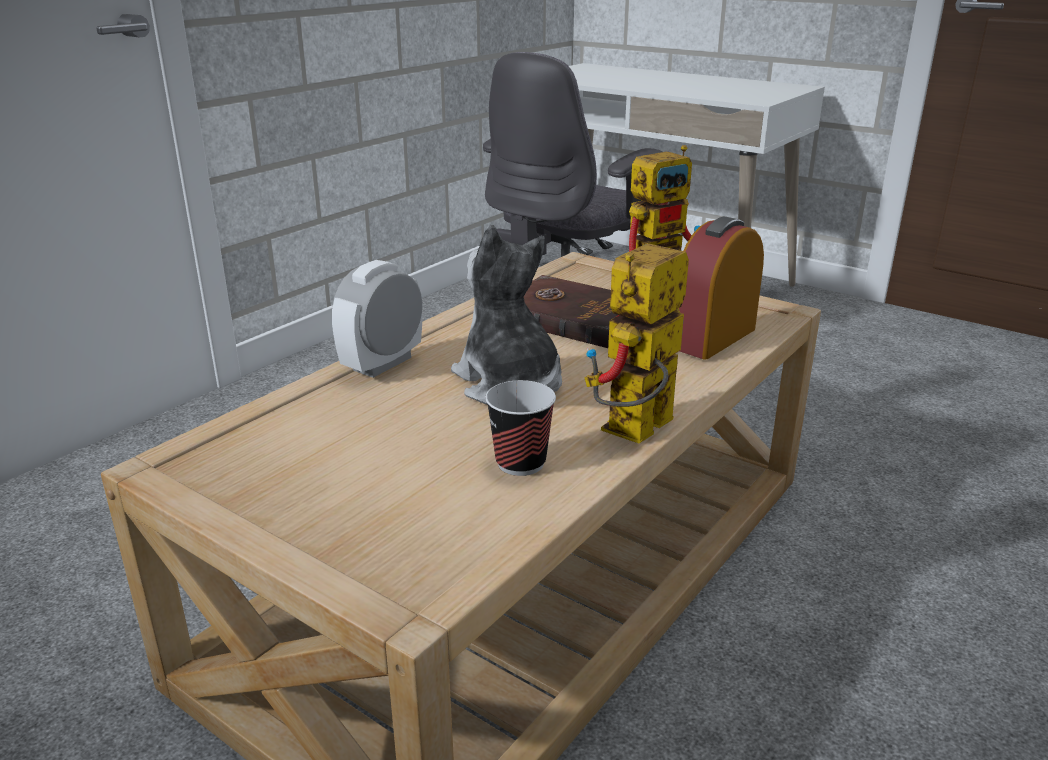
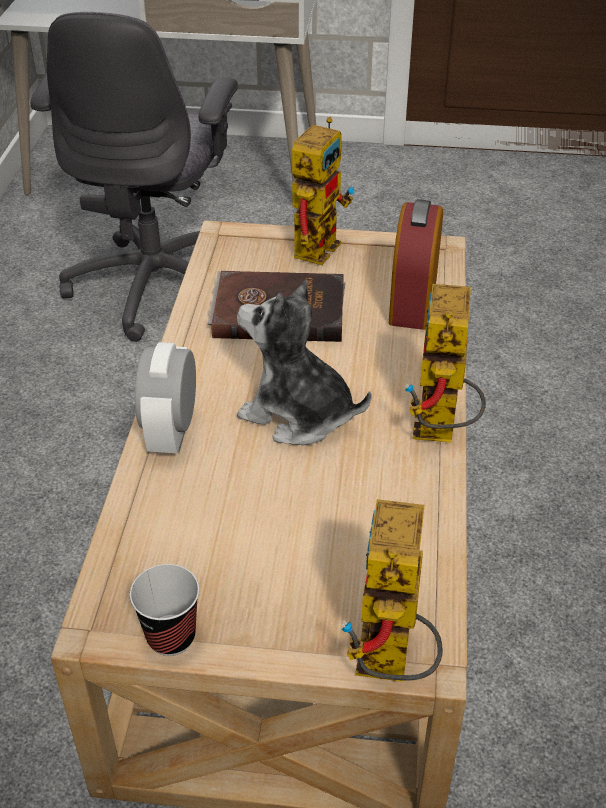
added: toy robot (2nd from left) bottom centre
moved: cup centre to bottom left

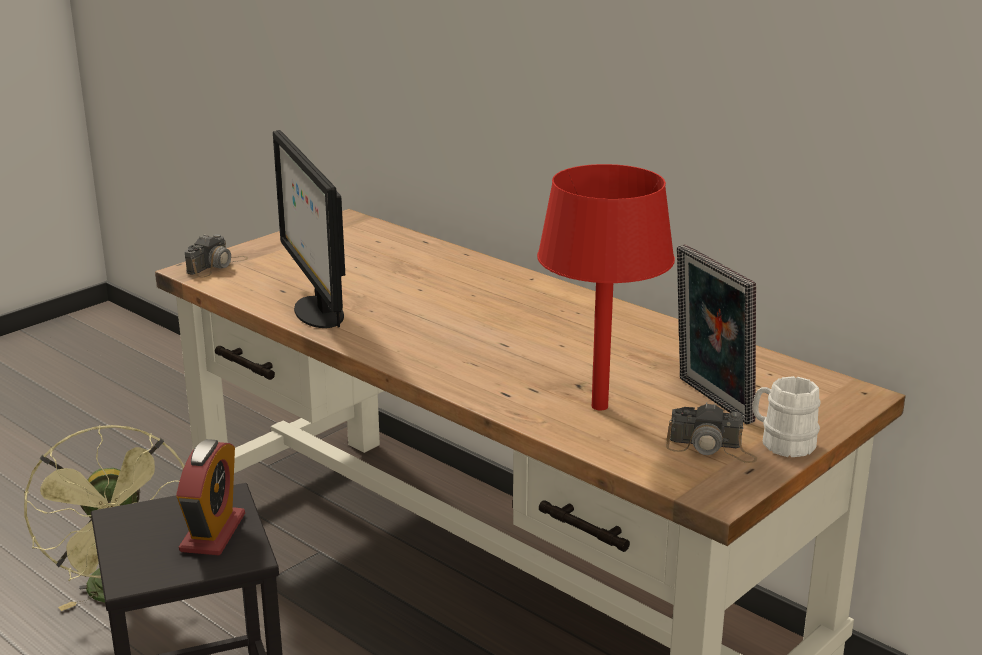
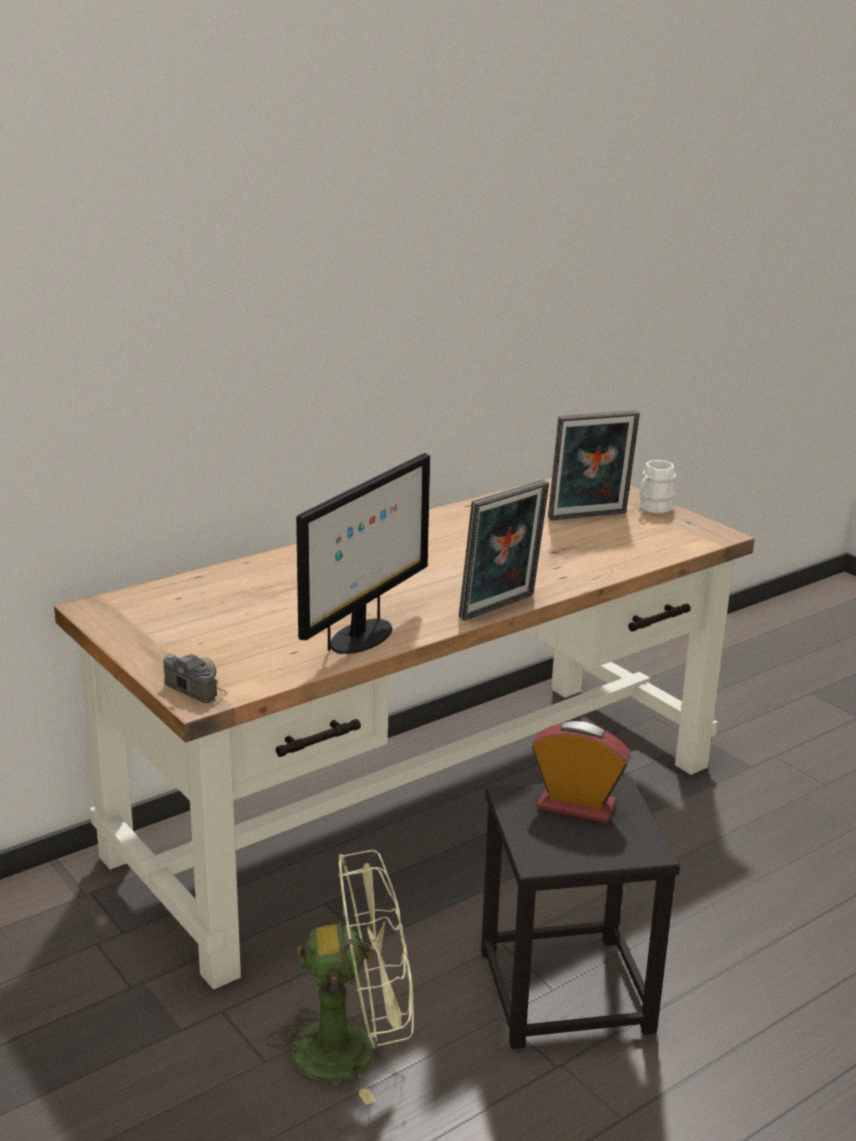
removed: table lamp/red centre; photo camera (2nd from left) middle right
added: picture frame (1st from left) centre
turned: monitor middle left = centre 45 degrees counterclockwise

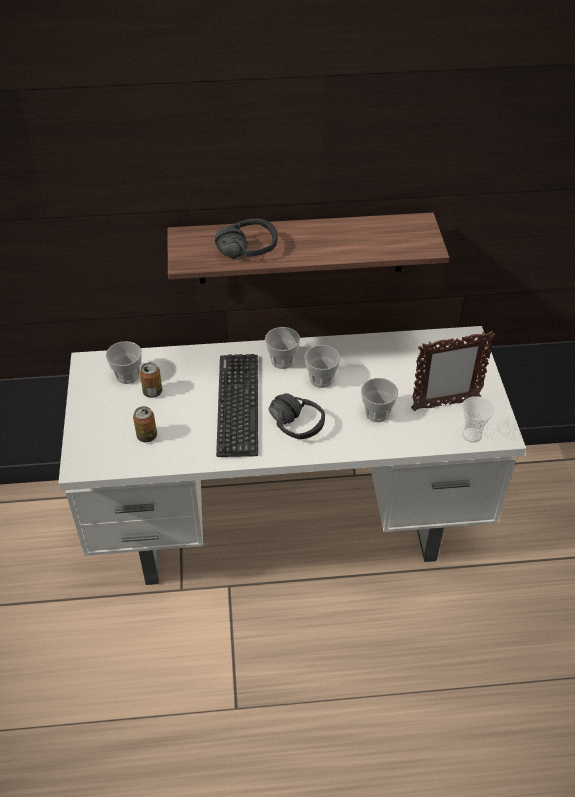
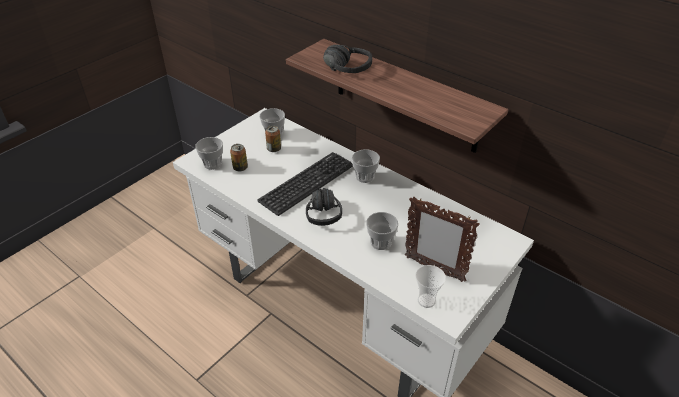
moved: cup (3rd from left in the first image) centre to cup (1st from left) middle left

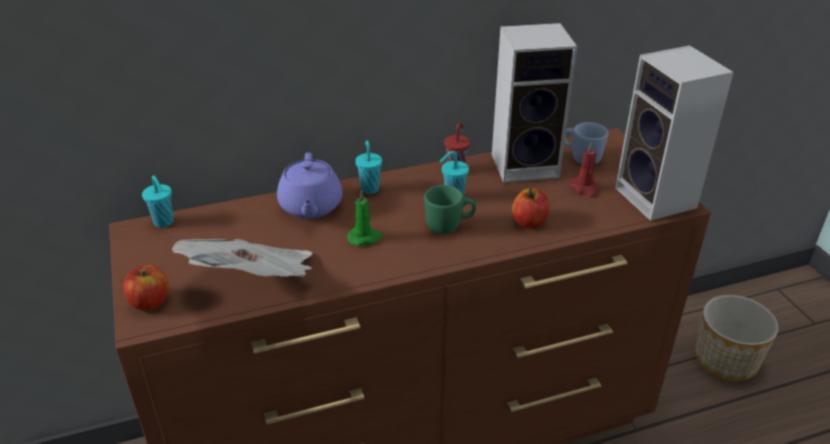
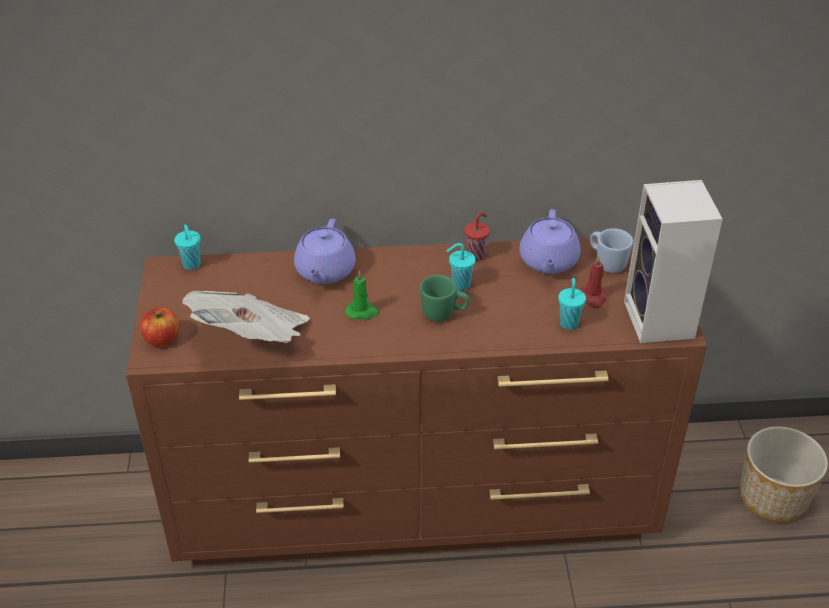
removed: apple (2nd from left) centre
moved: cup/turquoise (2nd from left in the first image) centre to cup/turquoise (3rd from left) middle right
replaced: speaker (1st from left) top centre to teapot/purple (2nd from left) centre

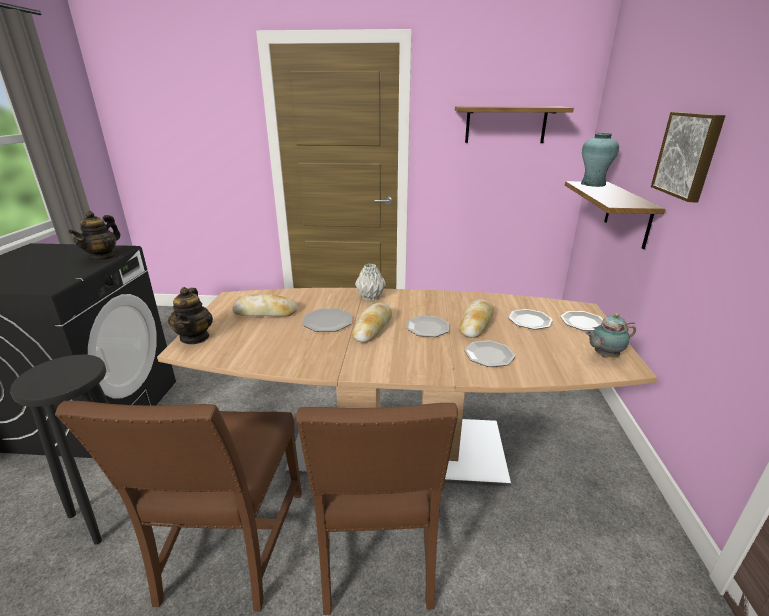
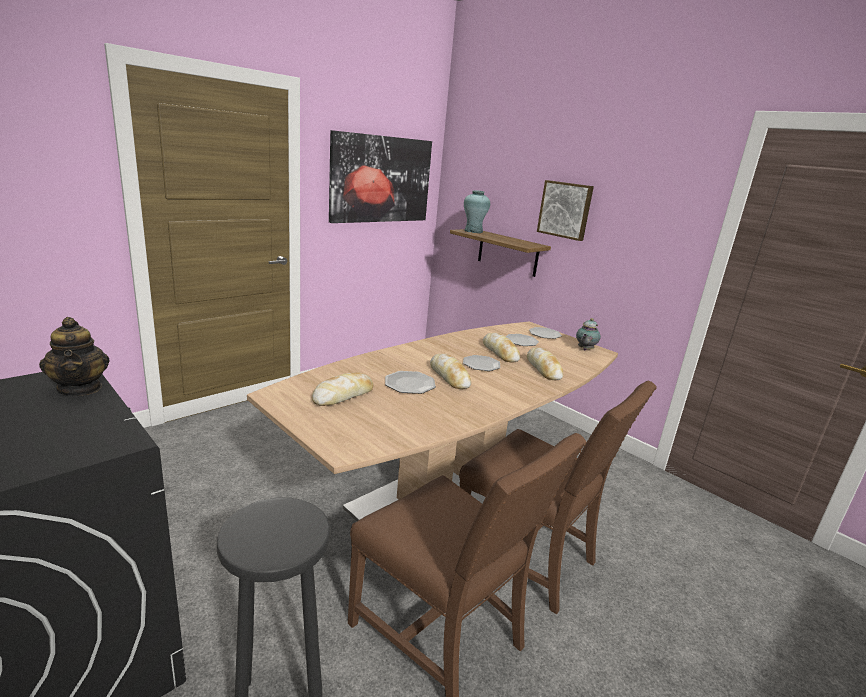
removed: teapot (2nd from left) middle left; vase/grey centre
replaced: shelf (1st from left) top right to picture (1st from left) top centre; plate (3rd from left) centre to bread (4th from left) centre

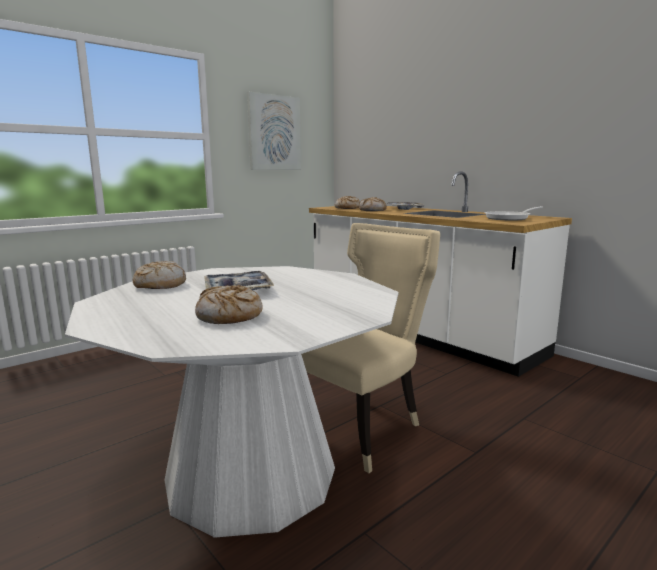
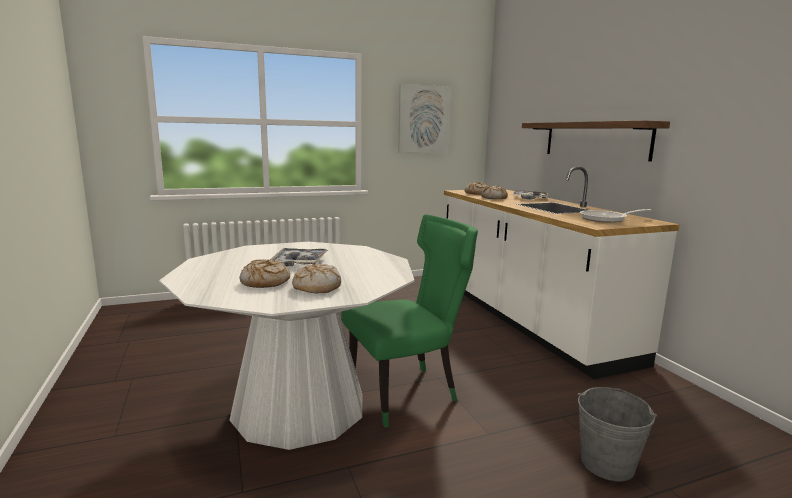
added: shelf top right; bucket/grey bottom right
moved: bread (1st from left in the first image) middle left to bread (2nd from left) centre
recoloured: chair/beige centre to chair/green centre

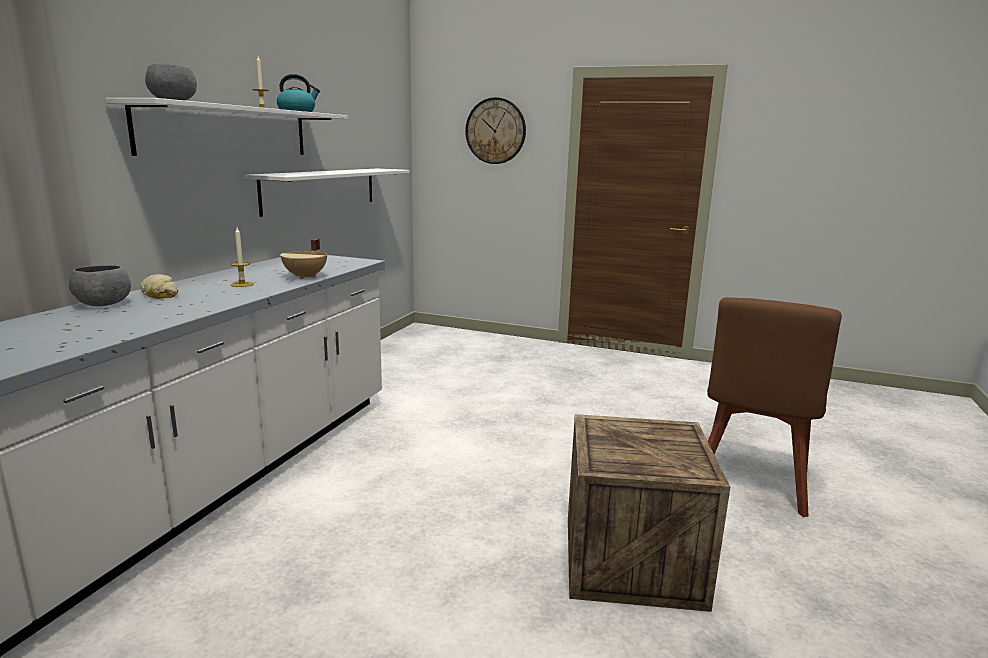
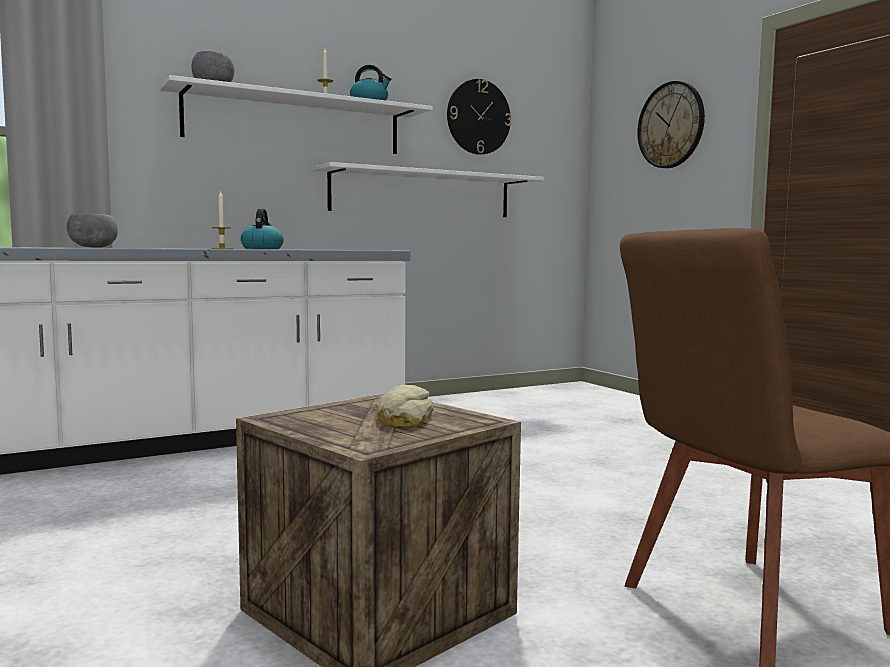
removed: cooking pot/beige middle left
added: kettle (1st from left) middle left; wall clock (1st from left) top centre
moved: bread middle left to centre

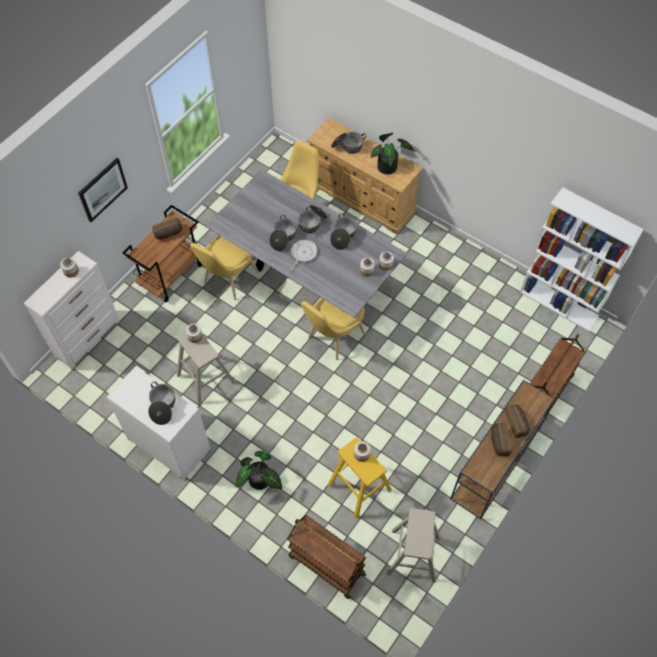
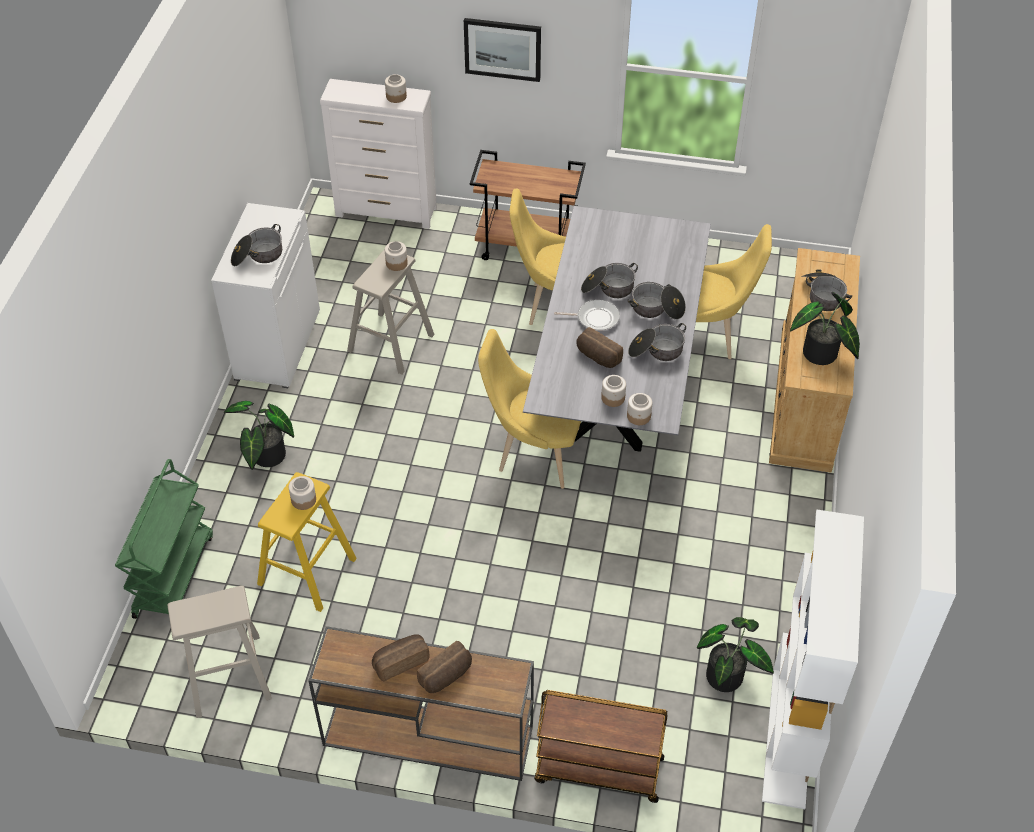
added: potted plant (2nd from left) bottom right
moved: bread (1st from left in the first image) middle left to bread (3rd from left) centre
recoloured: cart/brown (2nd from left) bottom centre to cart/green middle left

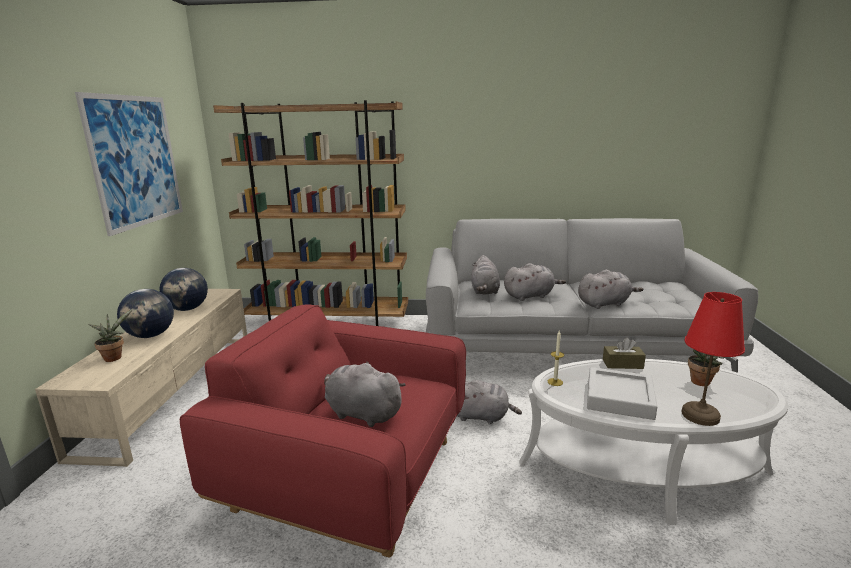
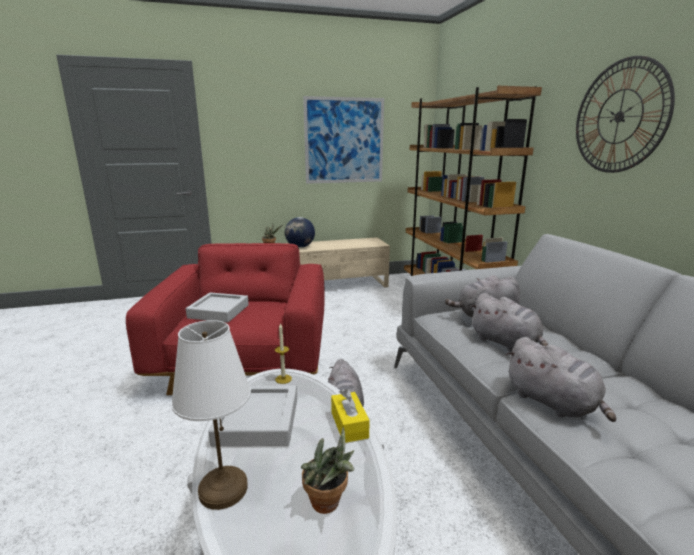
removed: globe (2nd from left) middle left
added: wall clock top right
replaced: plush toy/grey (1st from left) bottom centre to tray/grey (1st from left) middle left
recoloured: tissue box/brown middle right to tissue box/yellow bottom centre; table lamp/red middle right to table lamp/white bottom left

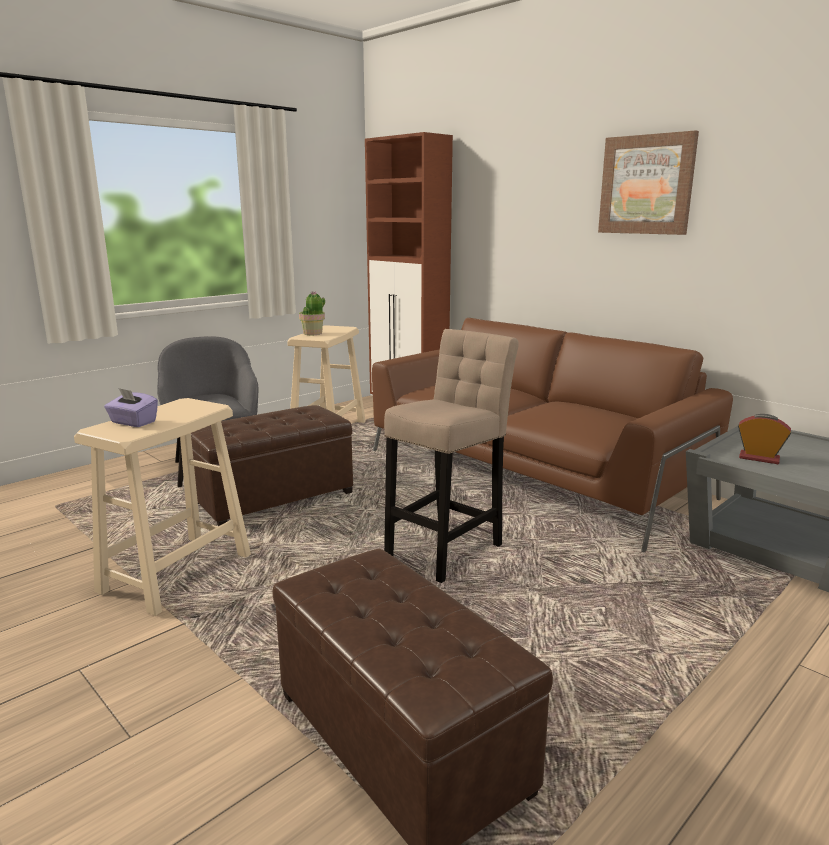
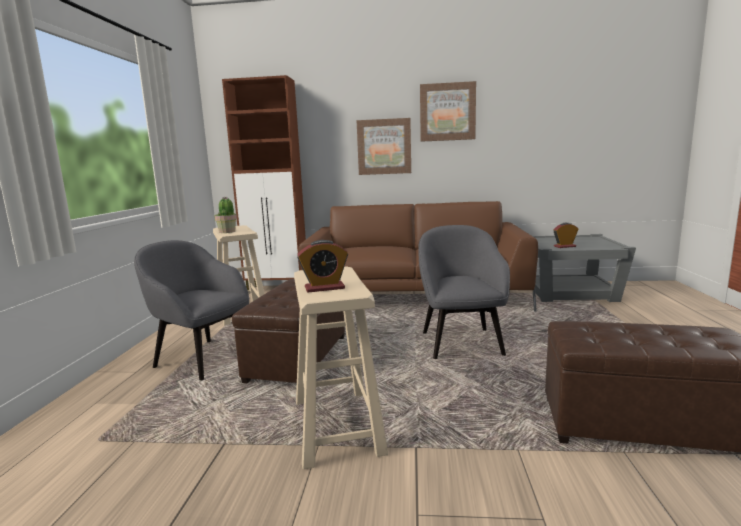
added: picture (1st from left) top centre
replaced: tissue box/purple middle left to alarm clock (1st from left) centre; stool/beige (3rd from left) centre to armchair/grey (2nd from left) centre

